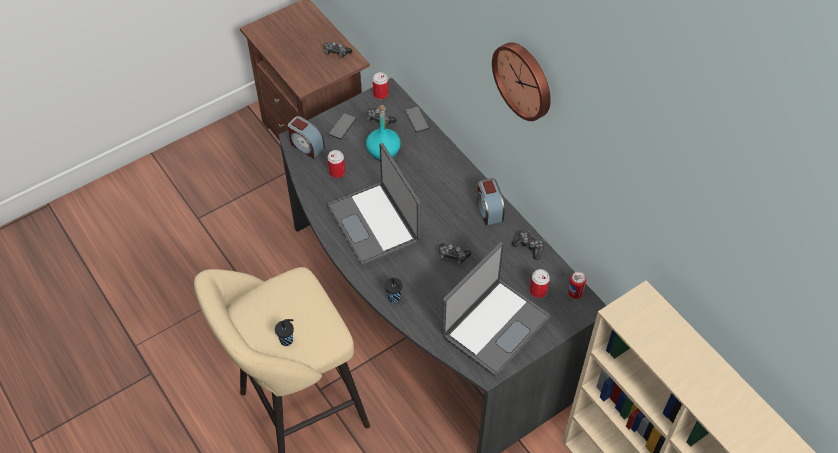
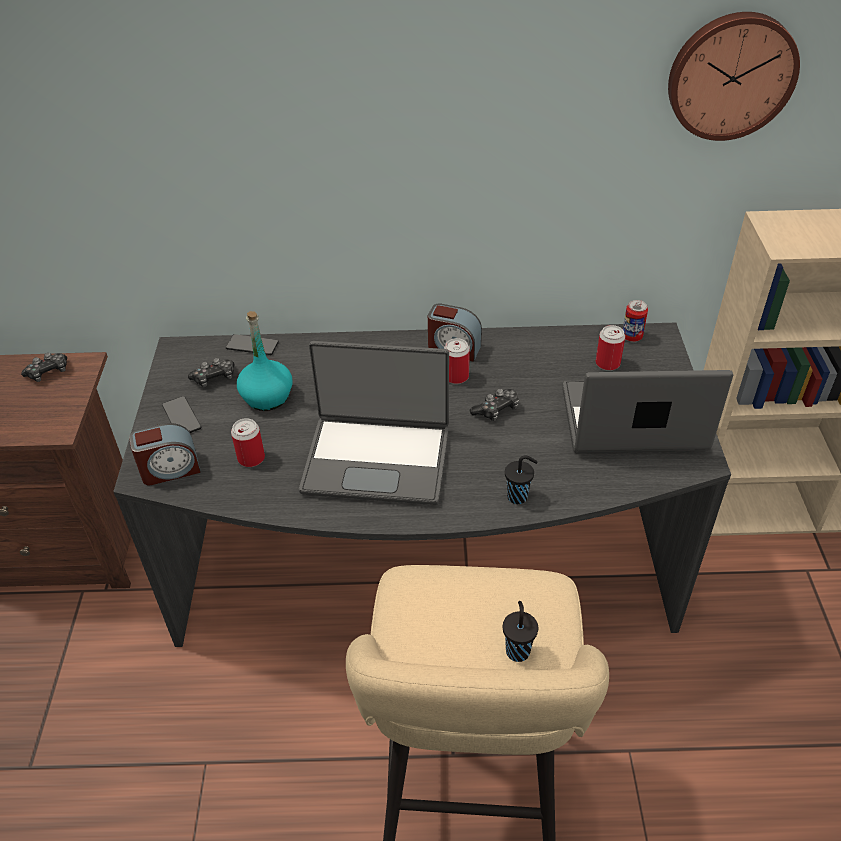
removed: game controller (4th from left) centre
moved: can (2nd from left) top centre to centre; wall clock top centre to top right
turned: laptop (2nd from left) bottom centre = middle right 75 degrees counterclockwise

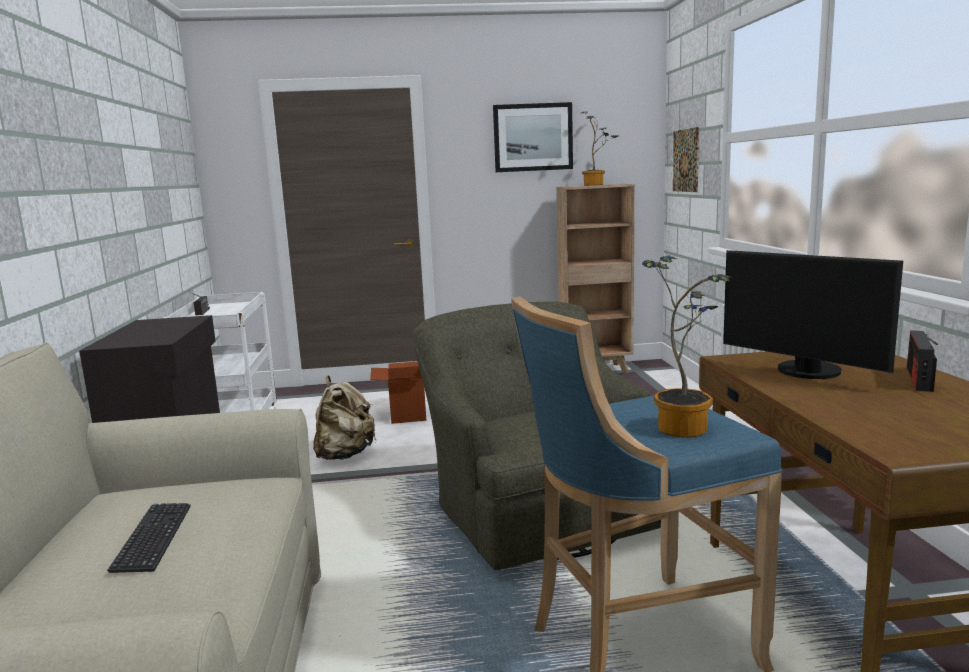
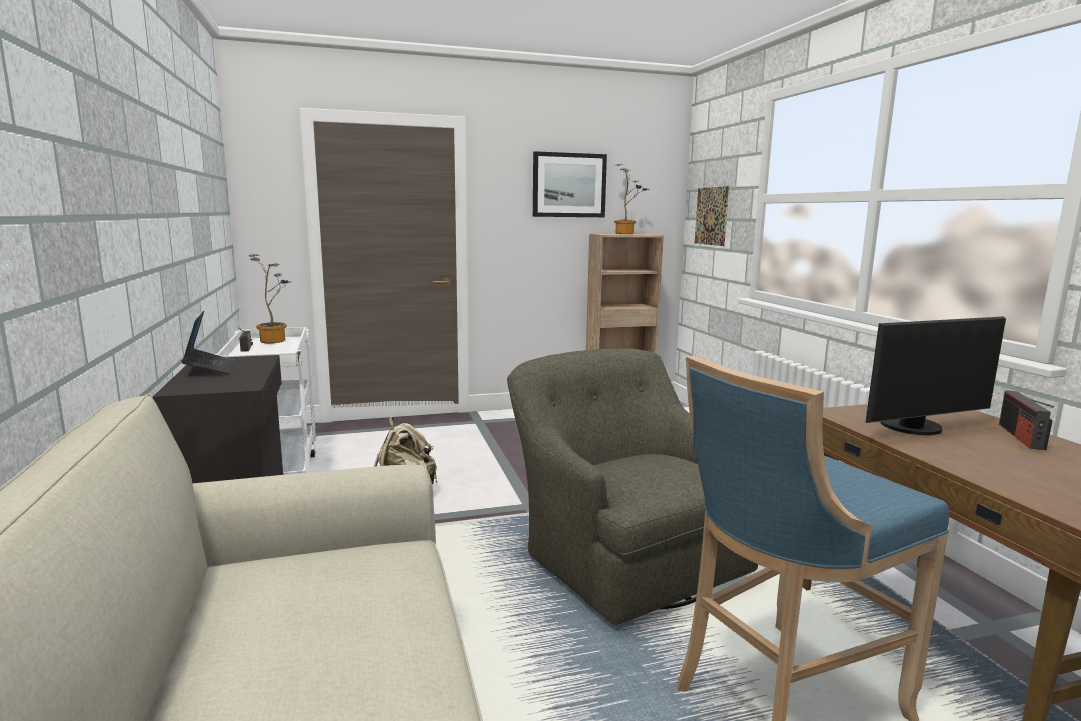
removed: keyboard bottom left; cardboard box centre
added: laptop middle left
moved: potted plant (2nd from left in the first image) middle right to potted plant (1st from left) middle left
turned: monitor middle right = middle right 60 degrees counterclockwise

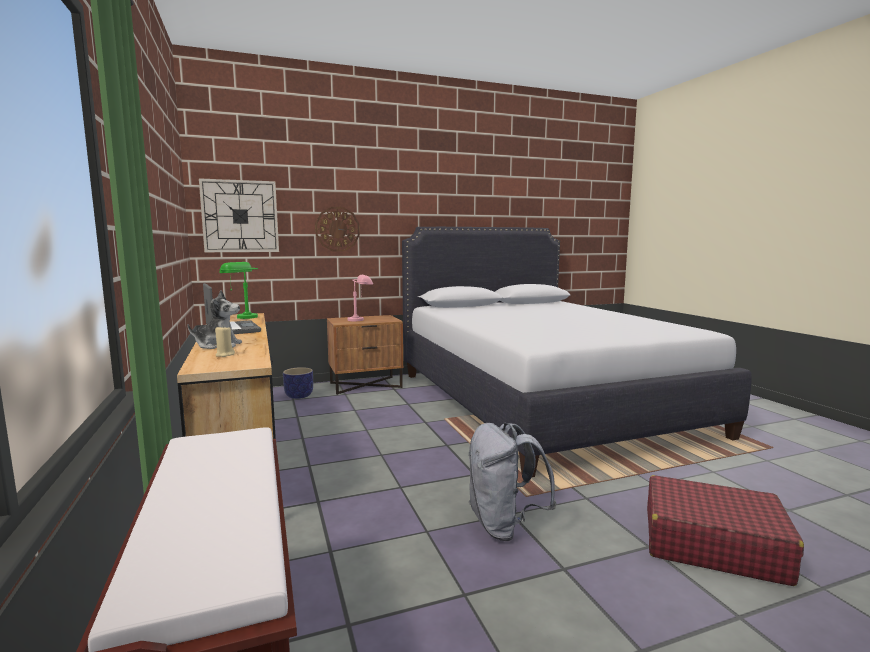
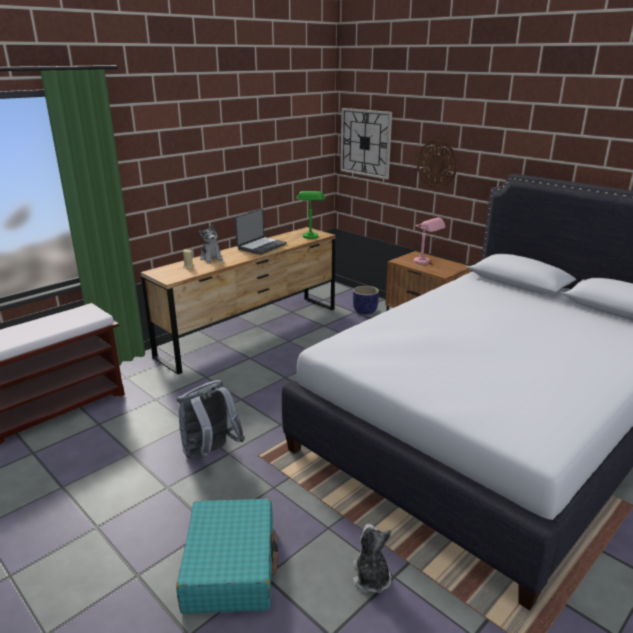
added: plush toy (2nd from left) bottom centre
recoloured: suitcase/red bottom right to suitcase/turquoise bottom centre

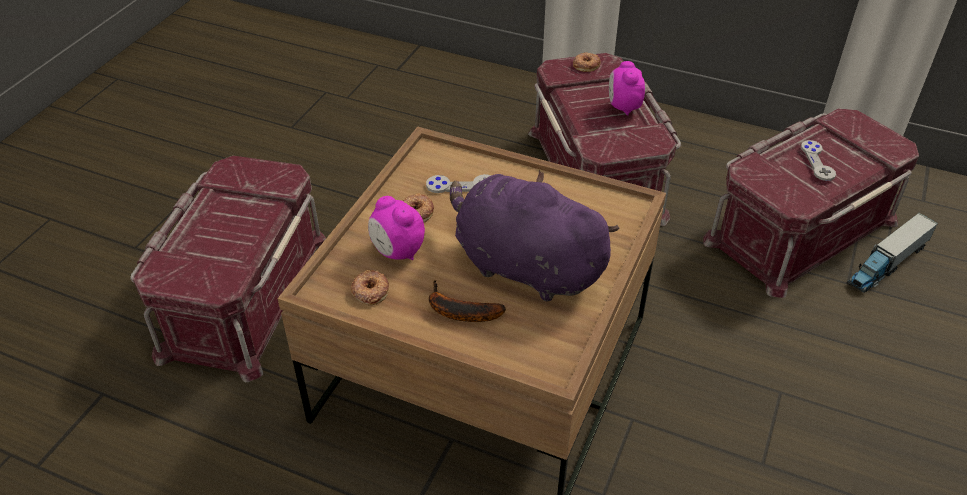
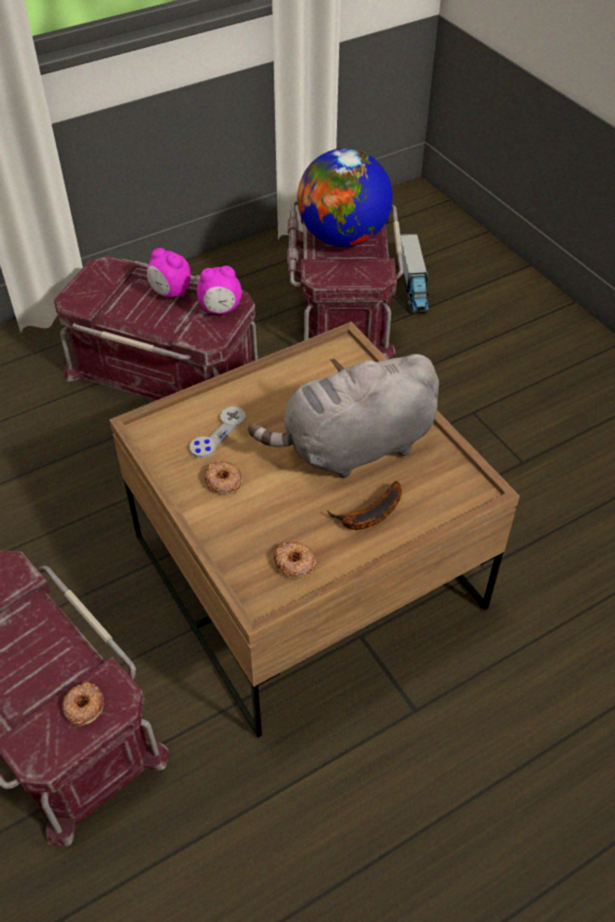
moved: alarm clock (1st from left in the first image) centre to alarm clock (2nd from left) top centre; donut (3rd from left in the first image) top centre to donut (1st from left) bottom left
replaced: game controller/grey (2nd from left) top right to globe top centre
recoloured: plush toy/purple centre to plush toy/grey centre

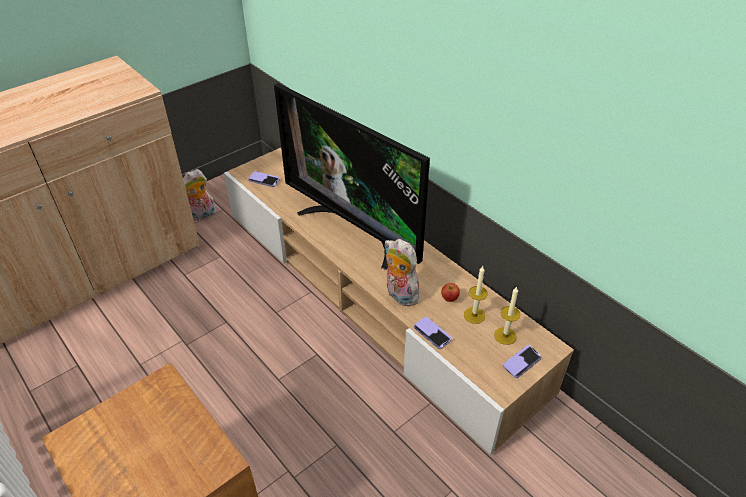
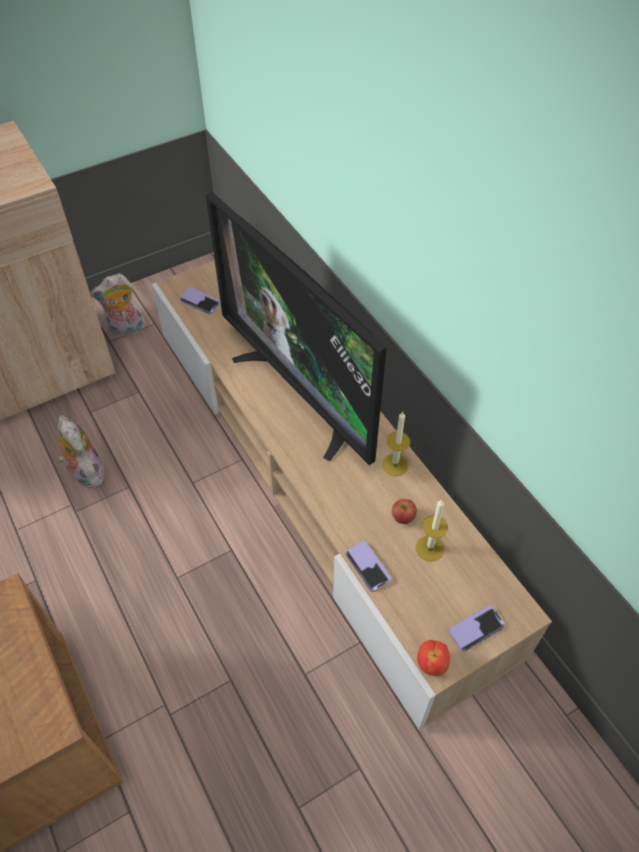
added: apple (2nd from left) bottom right
moved: plush toy (2nd from left in the first image) centre to plush toy (1st from left) middle left; candle (2nd from left in the first image) middle right to candle (1st from left) centre

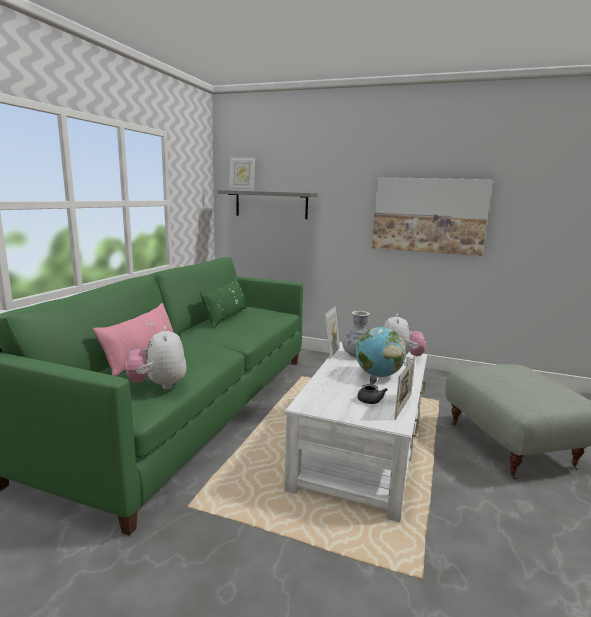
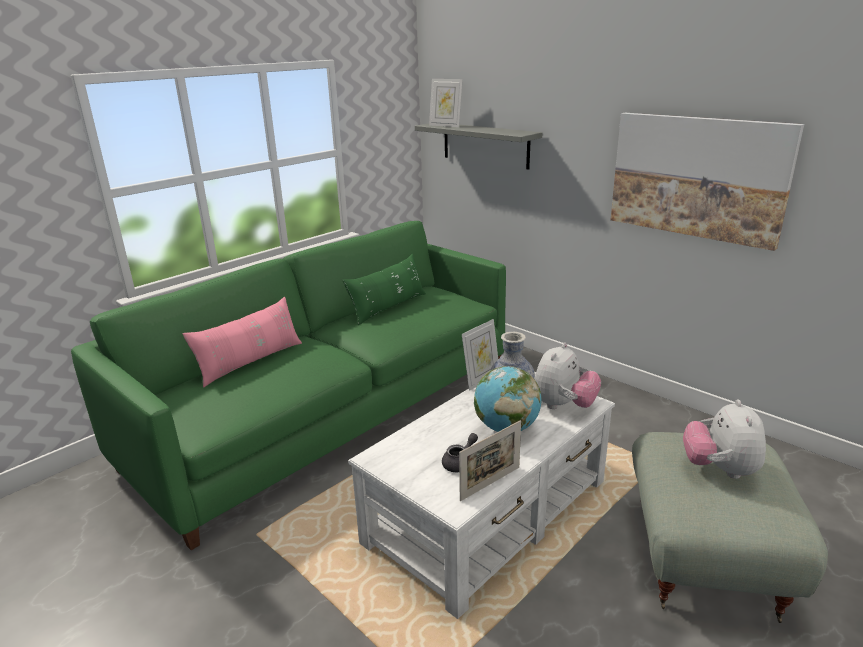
moved: plush toy (1st from left in the first image) middle left to plush toy (2nd from left) bottom right

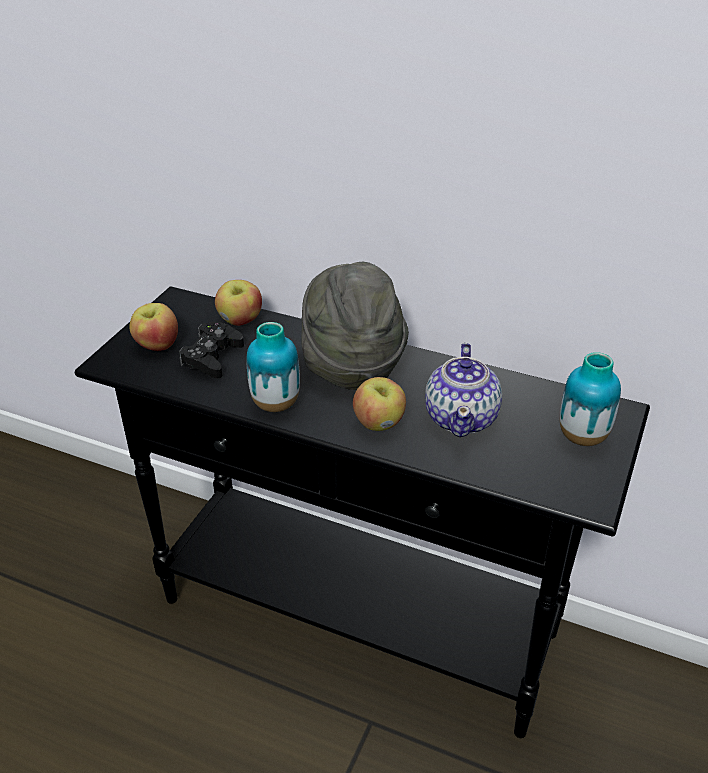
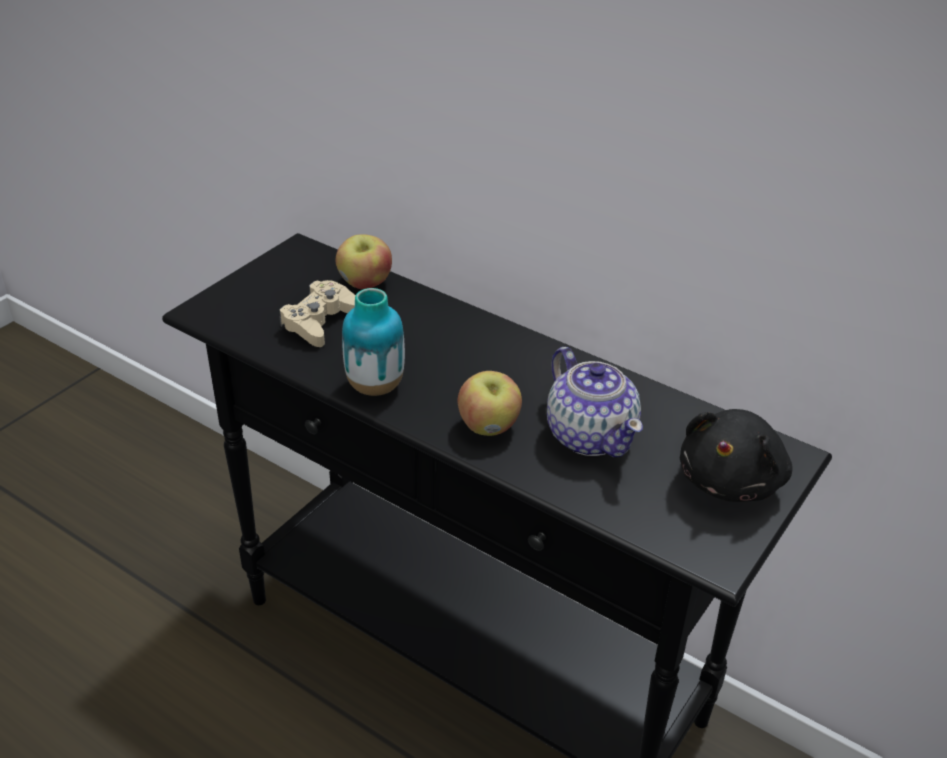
removed: apple (1st from left) middle left; hat/grey centre
replaced: vase (2nd from left) middle right to plush toy/black middle right
recoloured: game controller/black middle left to game controller/beige centre
turned: teapot centre = centre 45 degrees counterclockwise

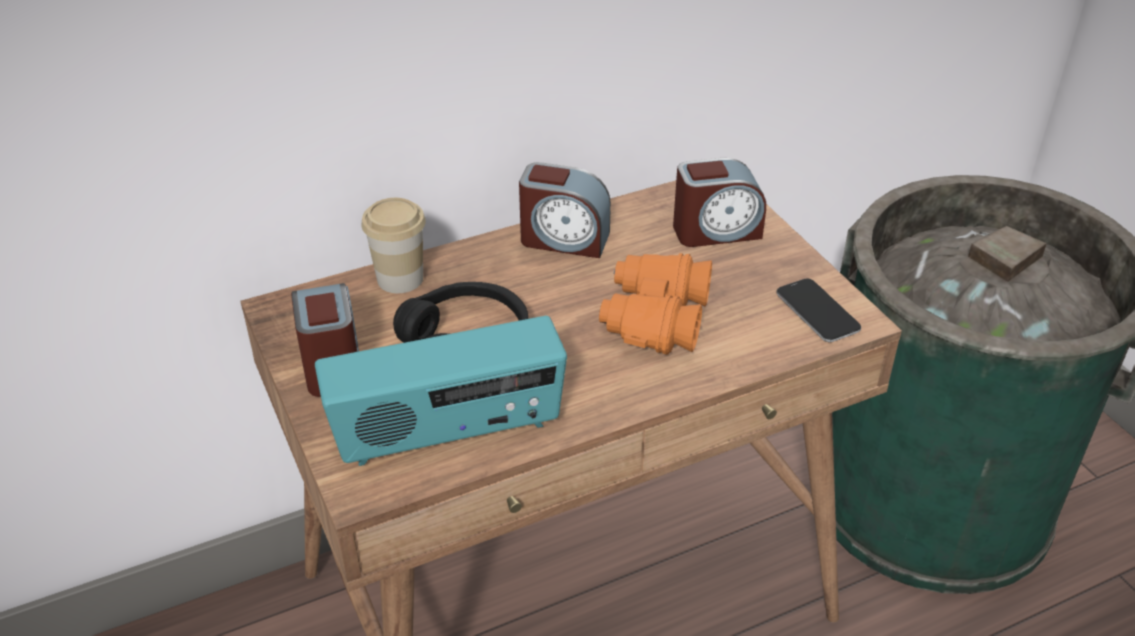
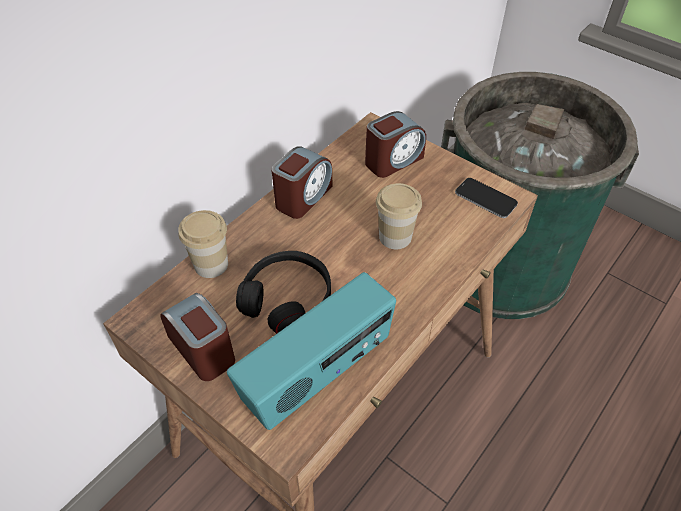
replaced: binoculars/orange centre to cup (2nd from left) centre
turned: alarm clock (2nd from left) top centre = centre 45 degrees counterclockwise

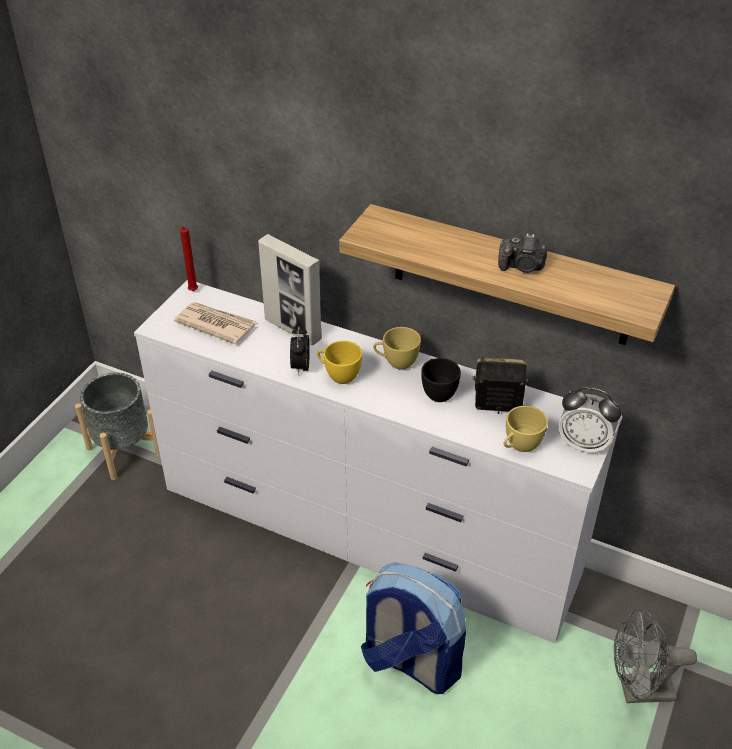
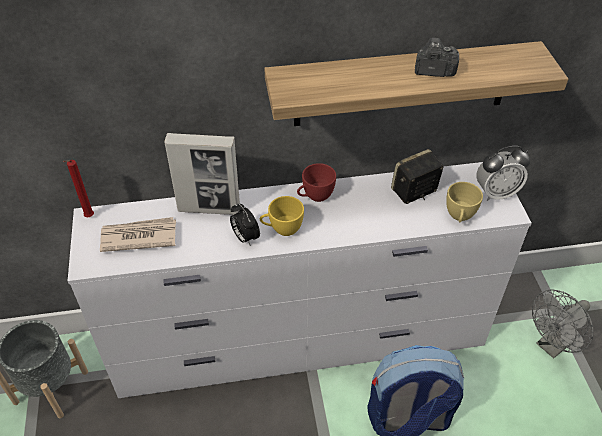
removed: cup/black centre
recoloured: cup/yellow (2nd from left) centre to cup/red centre
turned: photo camera middle right = top right 150 degrees counterclockwise

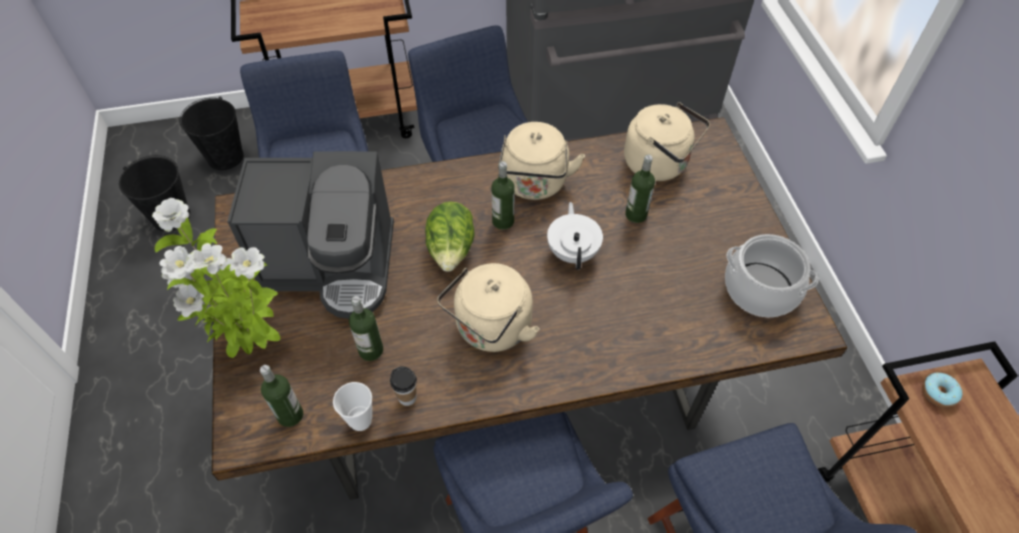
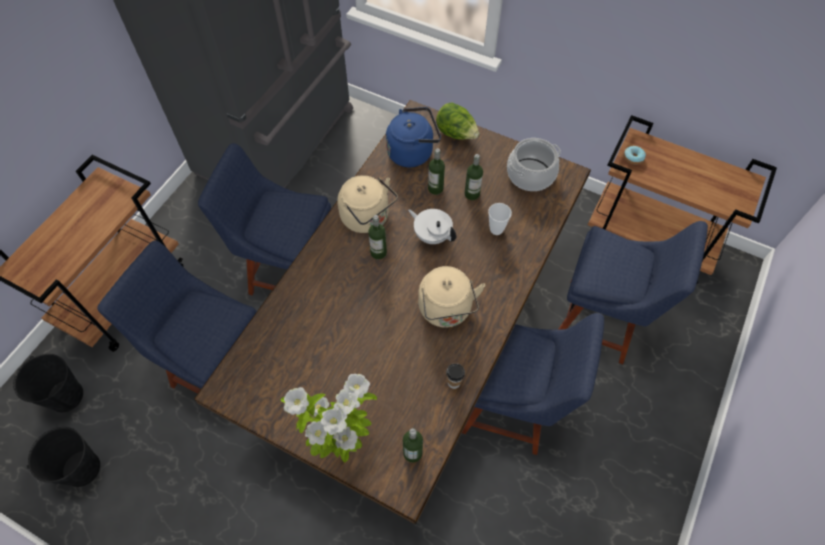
removed: coffee machine middle left
moved: cup (1st from left in the first image) bottom centre to cup (2nd from left) centre; bottle (2nd from left in the first image) centre to bottle (4th from left) top centre; lettuce centre to top centre
recoloured: kettle/beige (3rd from left) top centre to kettle/blue top centre

